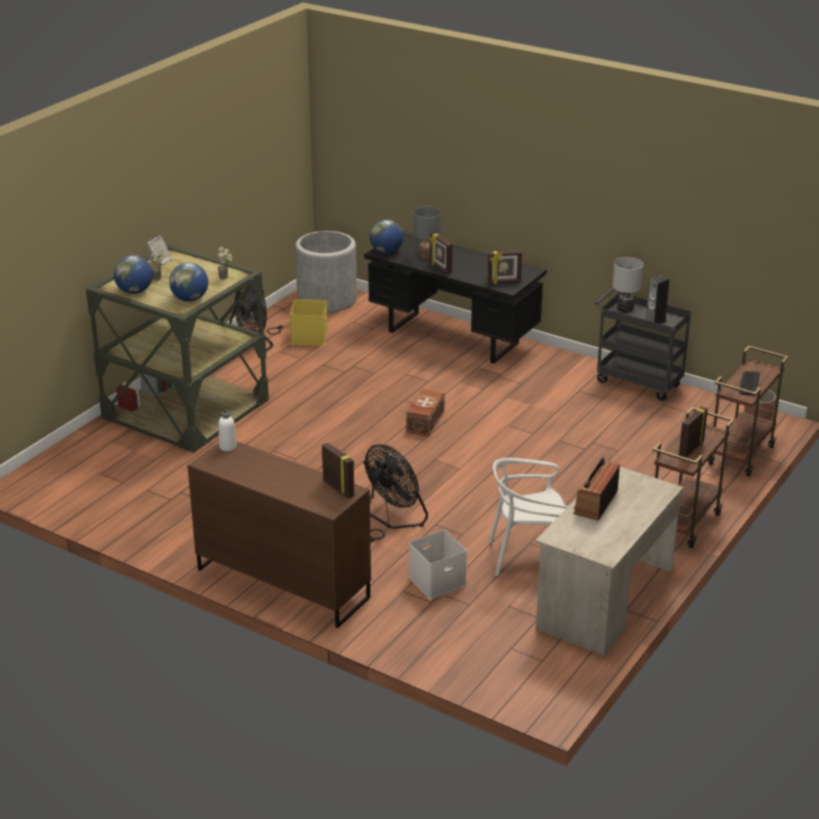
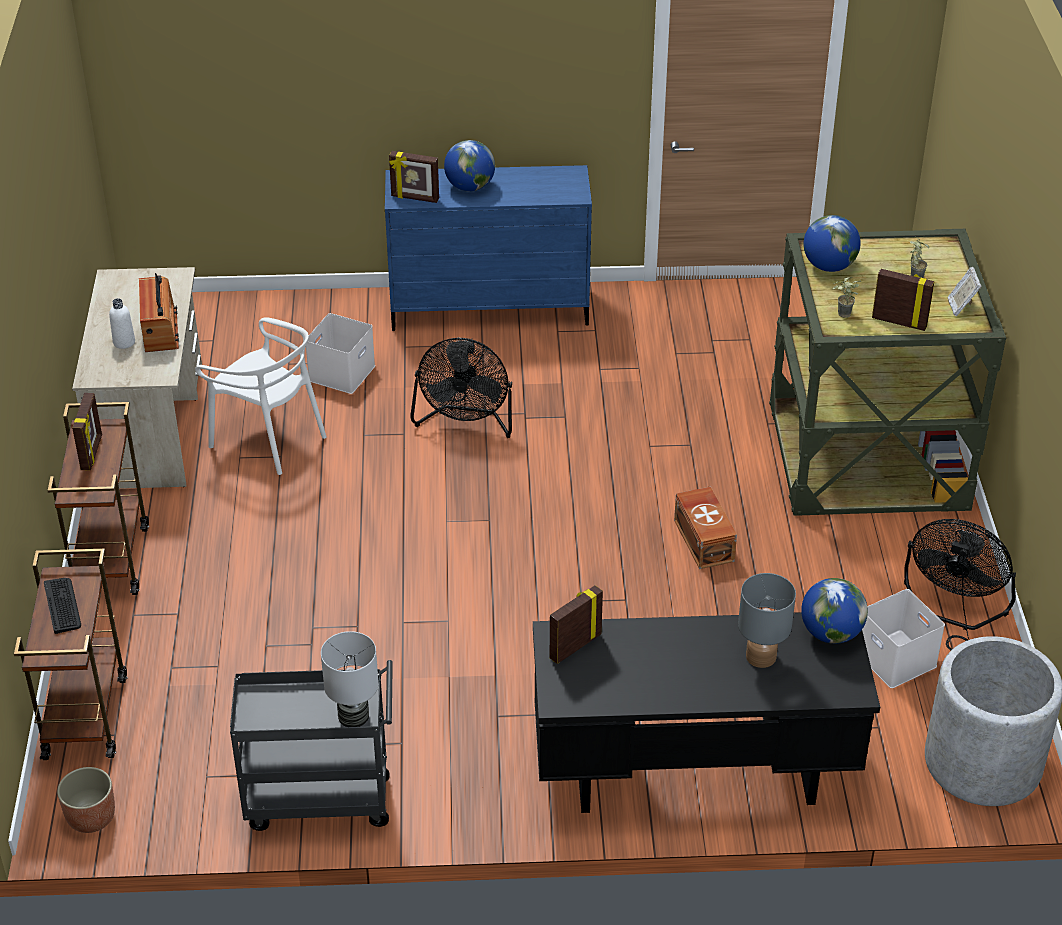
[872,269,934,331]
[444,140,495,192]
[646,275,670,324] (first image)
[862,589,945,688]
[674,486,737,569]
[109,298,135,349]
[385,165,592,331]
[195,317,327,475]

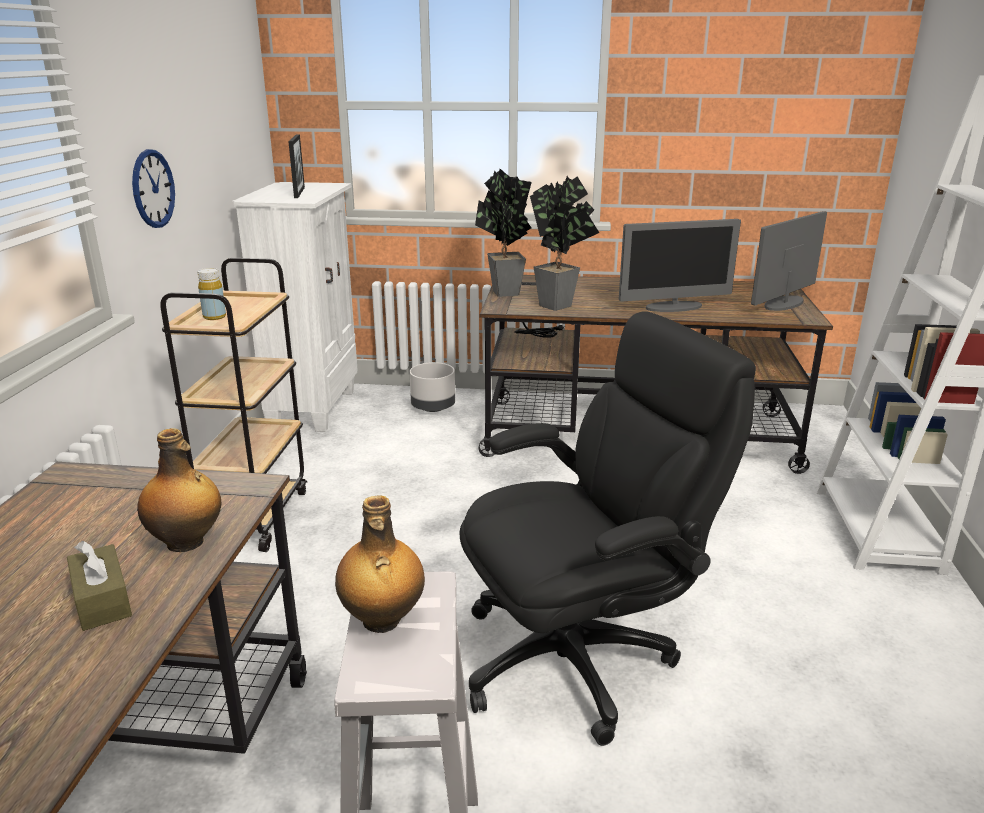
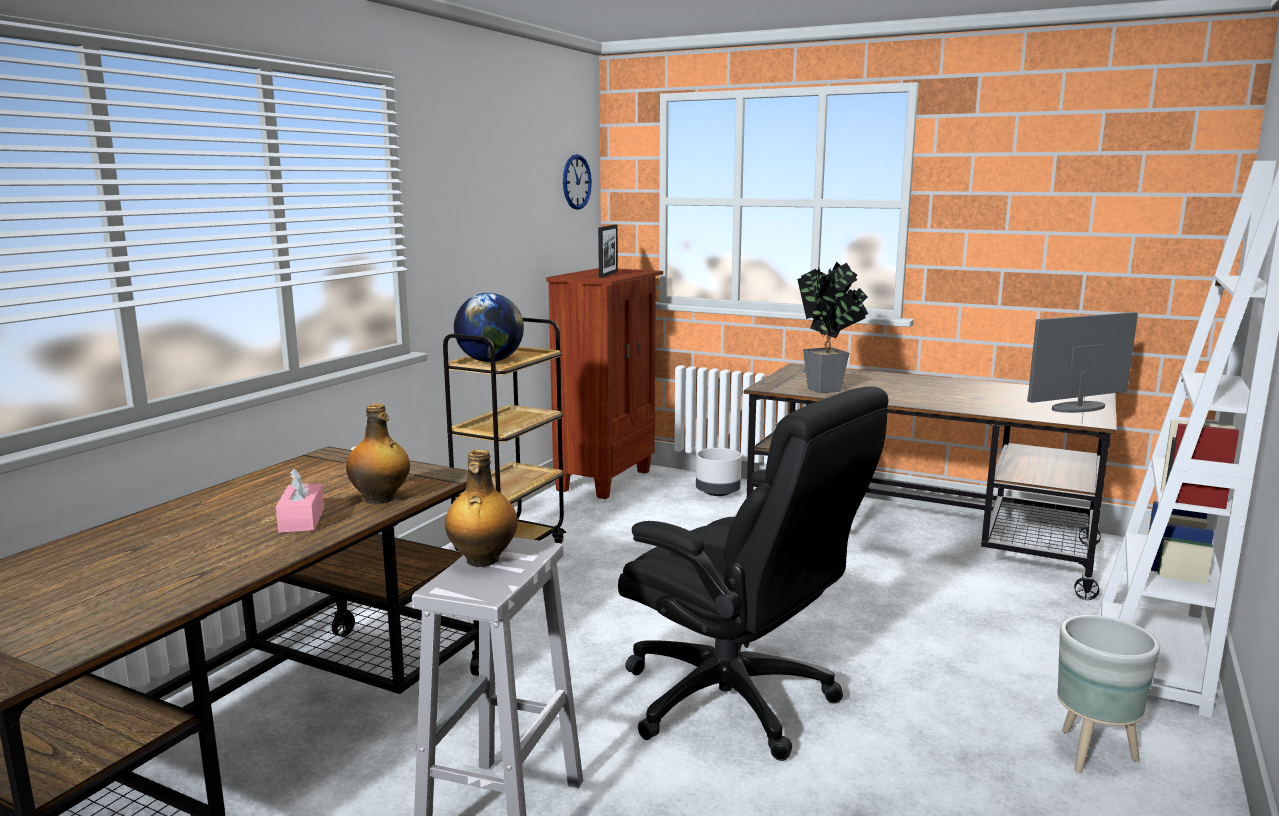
[563,154,592,210]
[475,169,532,297] (first image)
[546,268,663,499]
[619,219,741,312] (first image)
[454,293,524,362]
[618,386,888,761]
[276,469,324,533]
[1057,615,1160,773]

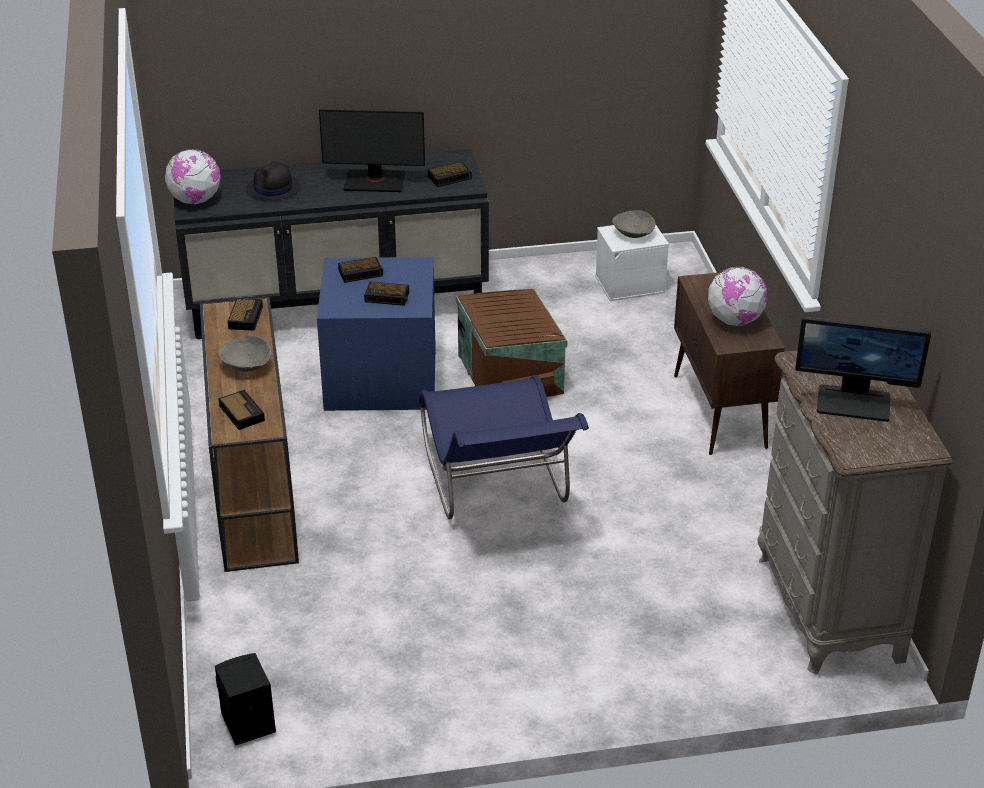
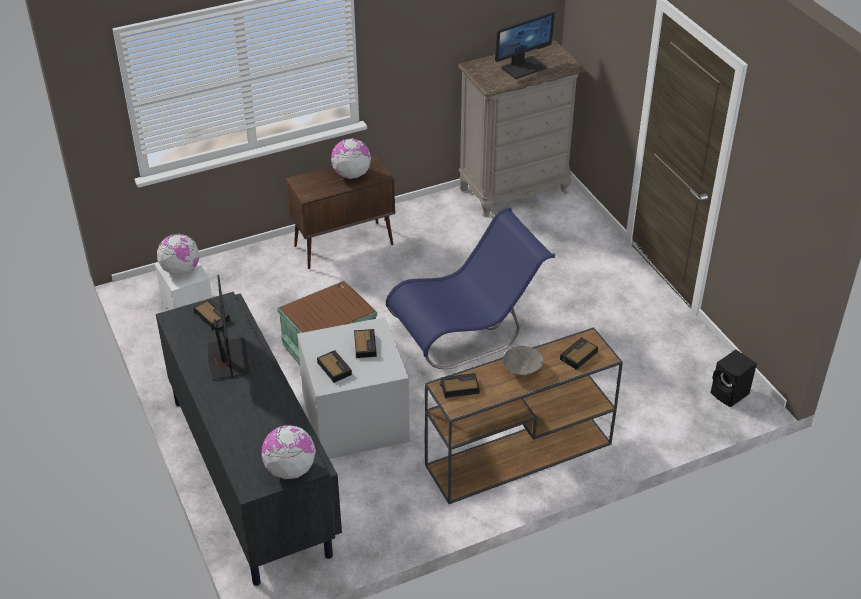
[246,162,300,200] (first image)
[157,234,199,275]
[297,317,410,459]
[495,11,555,79]

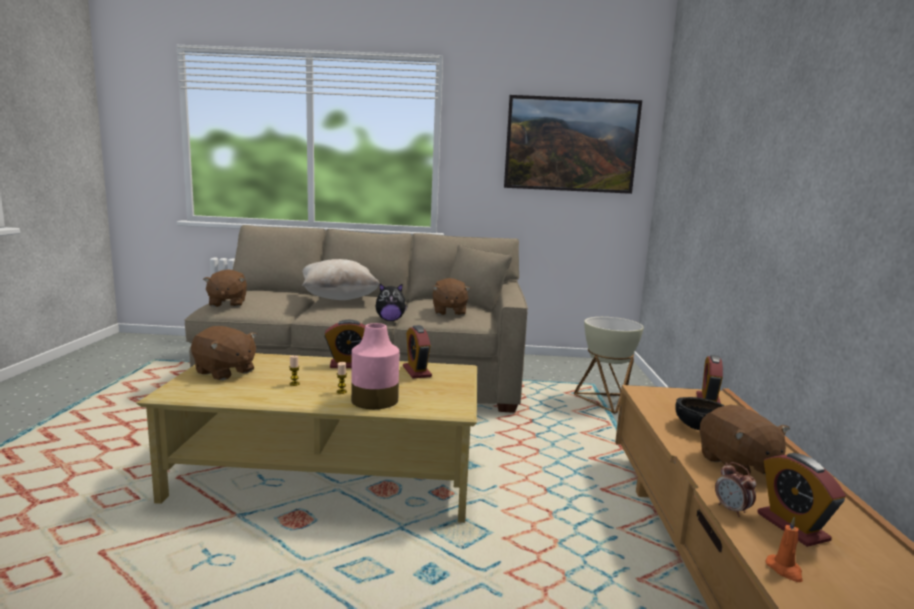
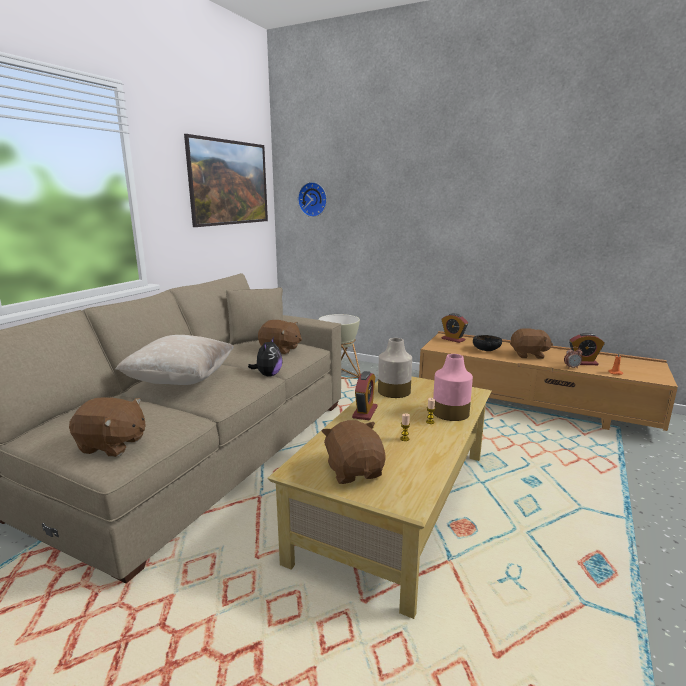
[378,338,412,398]
[322,420,386,484]
[298,182,327,217]

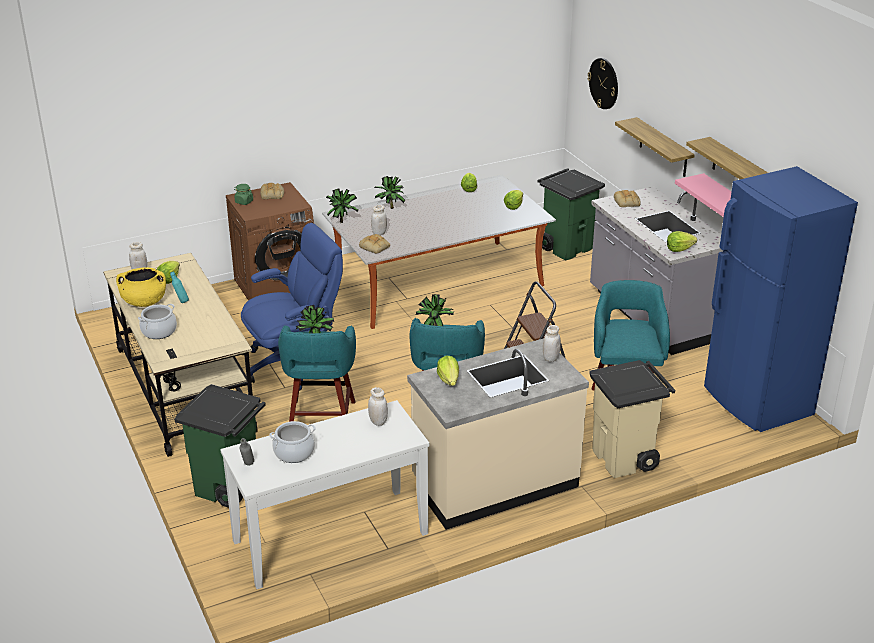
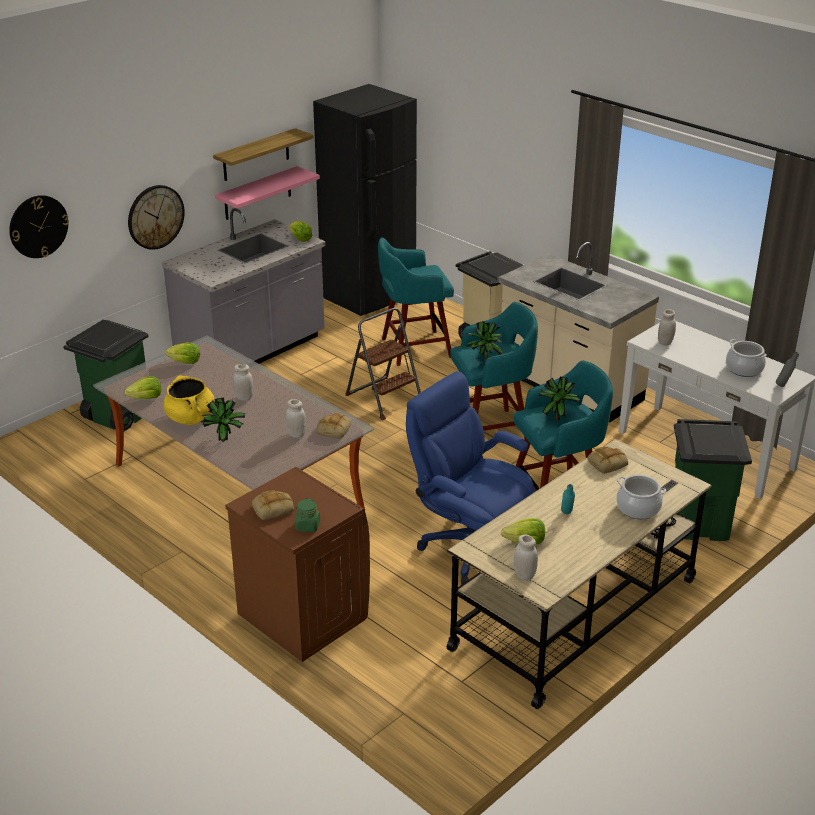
[128,185,185,250]
[313,84,417,316]
[326,188,358,223] (first image)
[588,447,628,474]
[163,375,215,425]
[233,364,253,401]
[437,355,459,386] (first image)

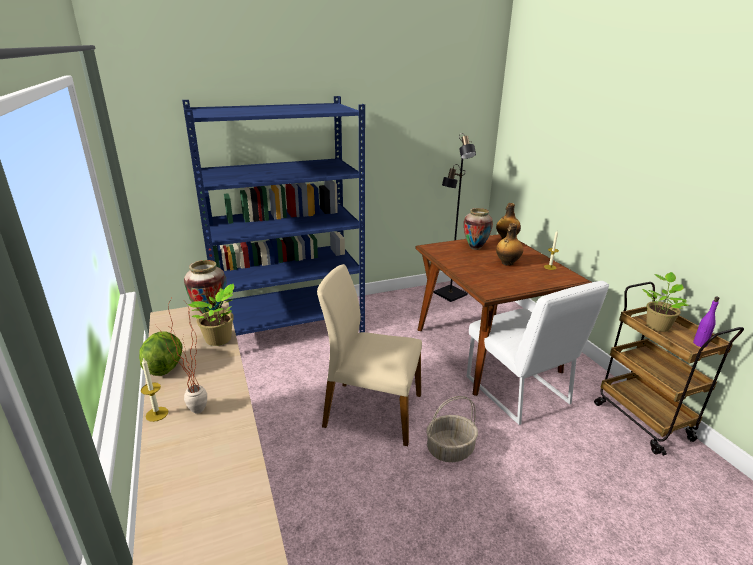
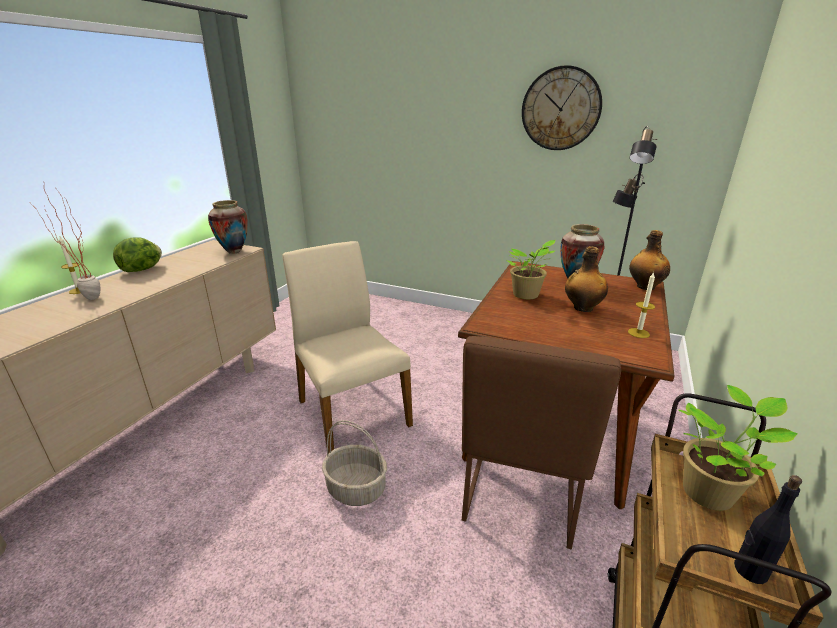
[182,96,365,336] (first image)
[462,336,621,550]
[506,240,555,299]
[734,475,802,584]
[522,65,602,150]

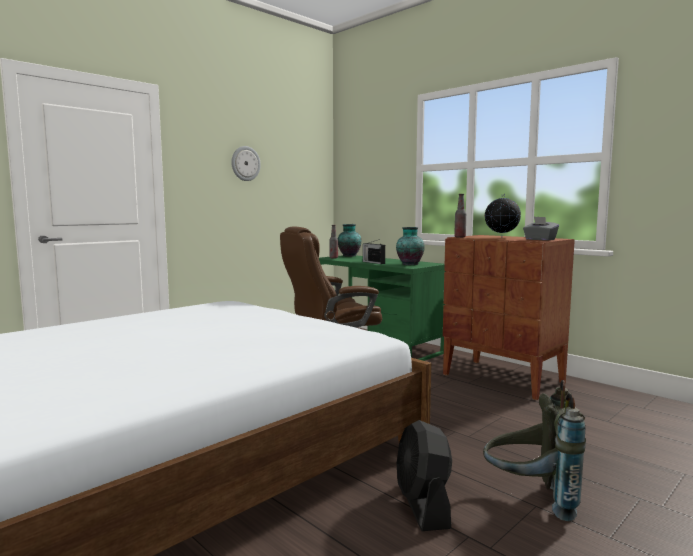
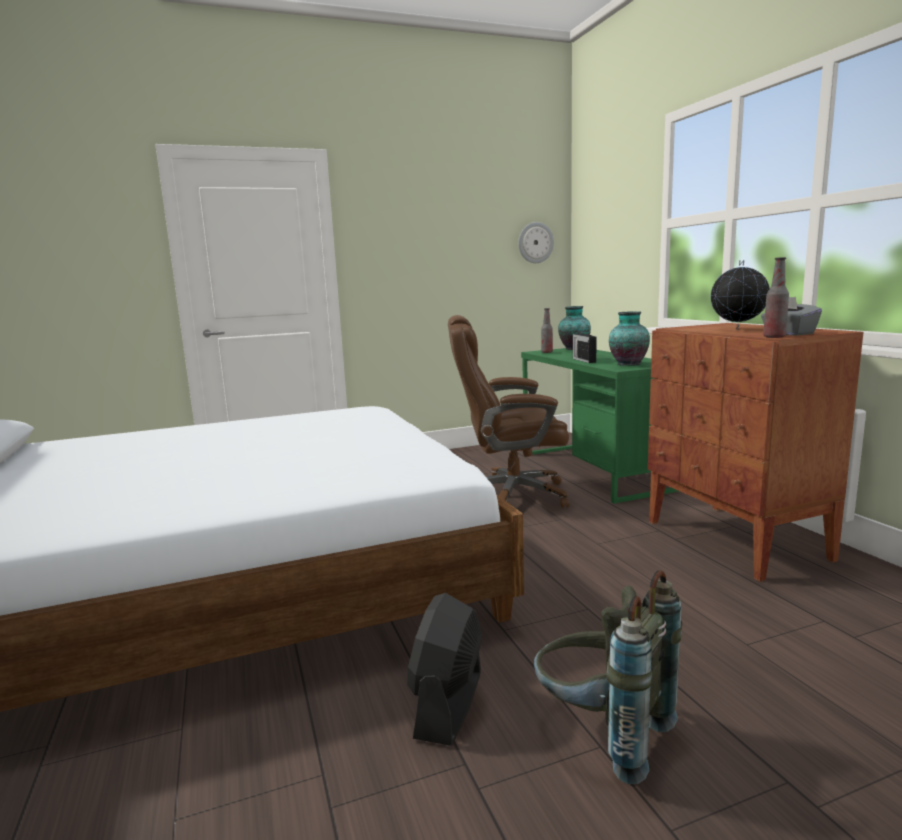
[518,222,554,263]
[763,257,789,338]

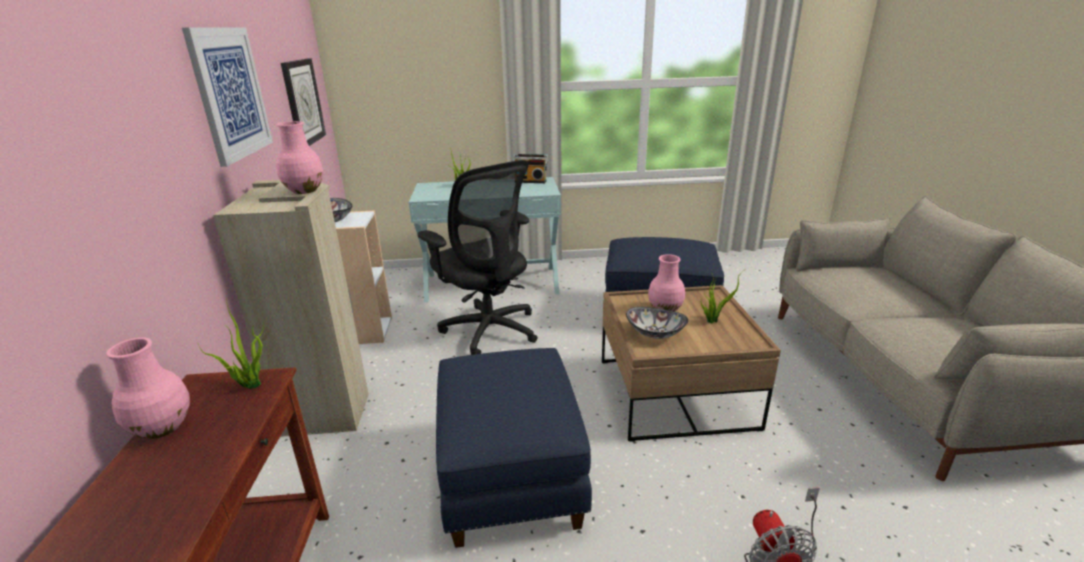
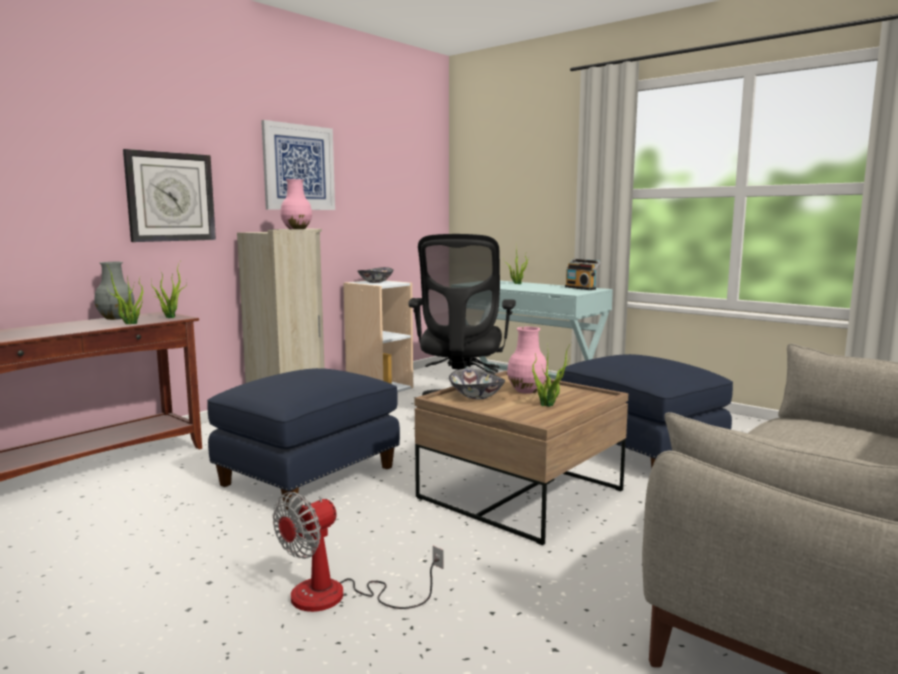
[123,149,216,242]
[94,262,135,320]
[106,265,143,324]

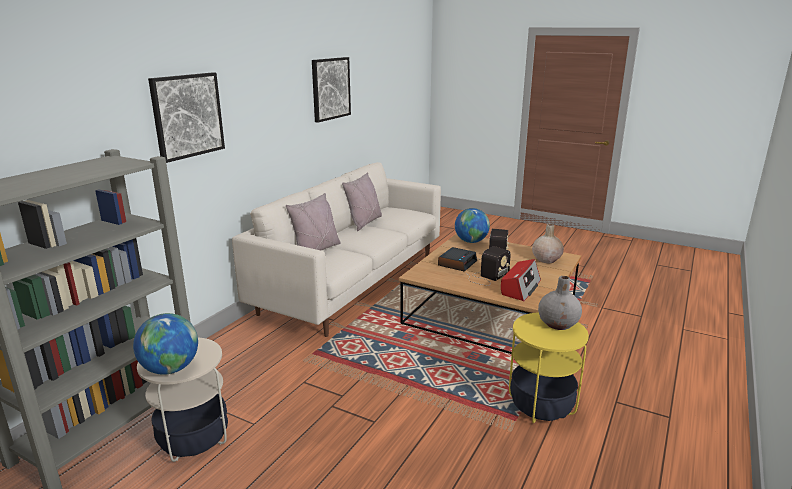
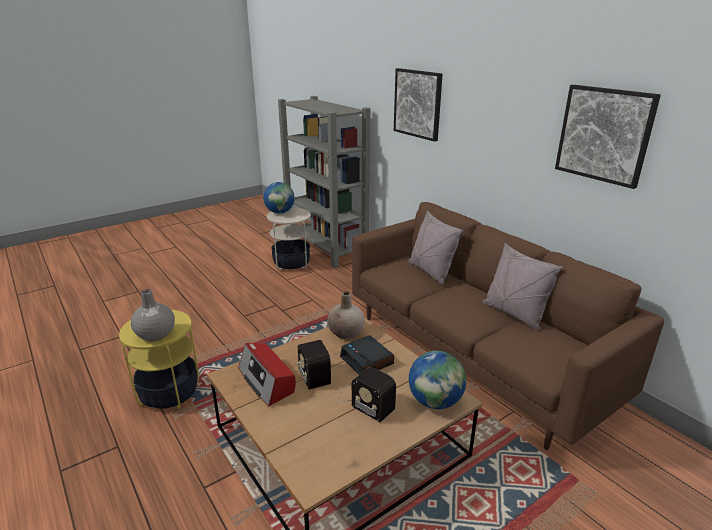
[352,202,664,450]
[327,291,365,339]

